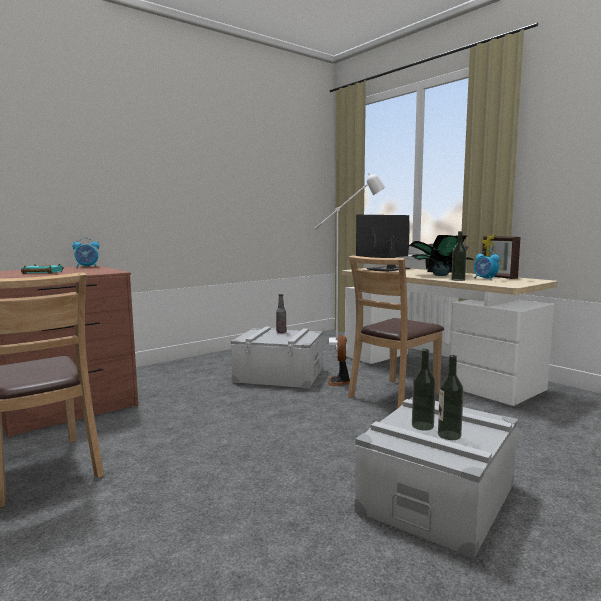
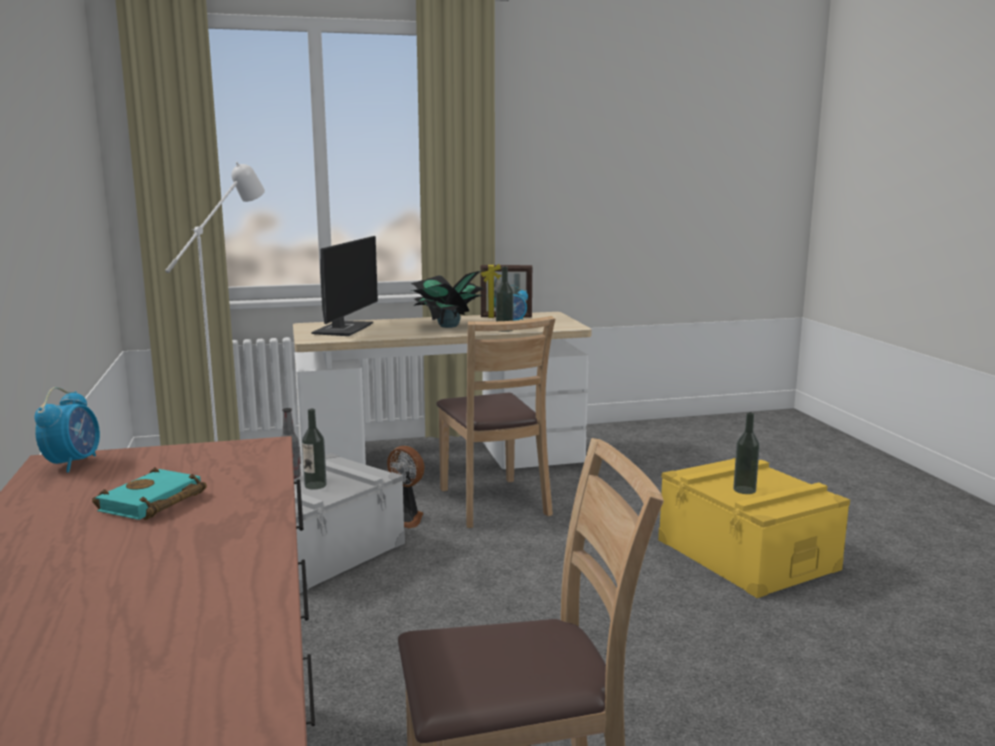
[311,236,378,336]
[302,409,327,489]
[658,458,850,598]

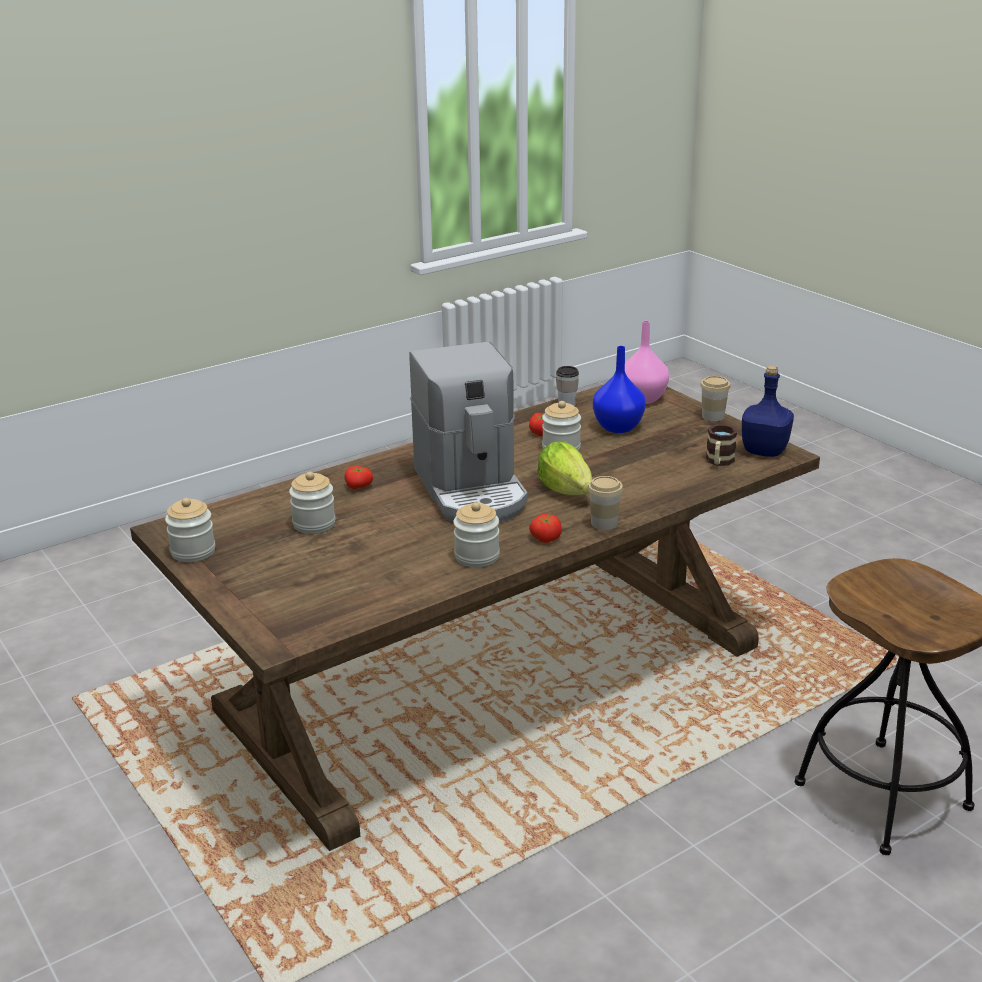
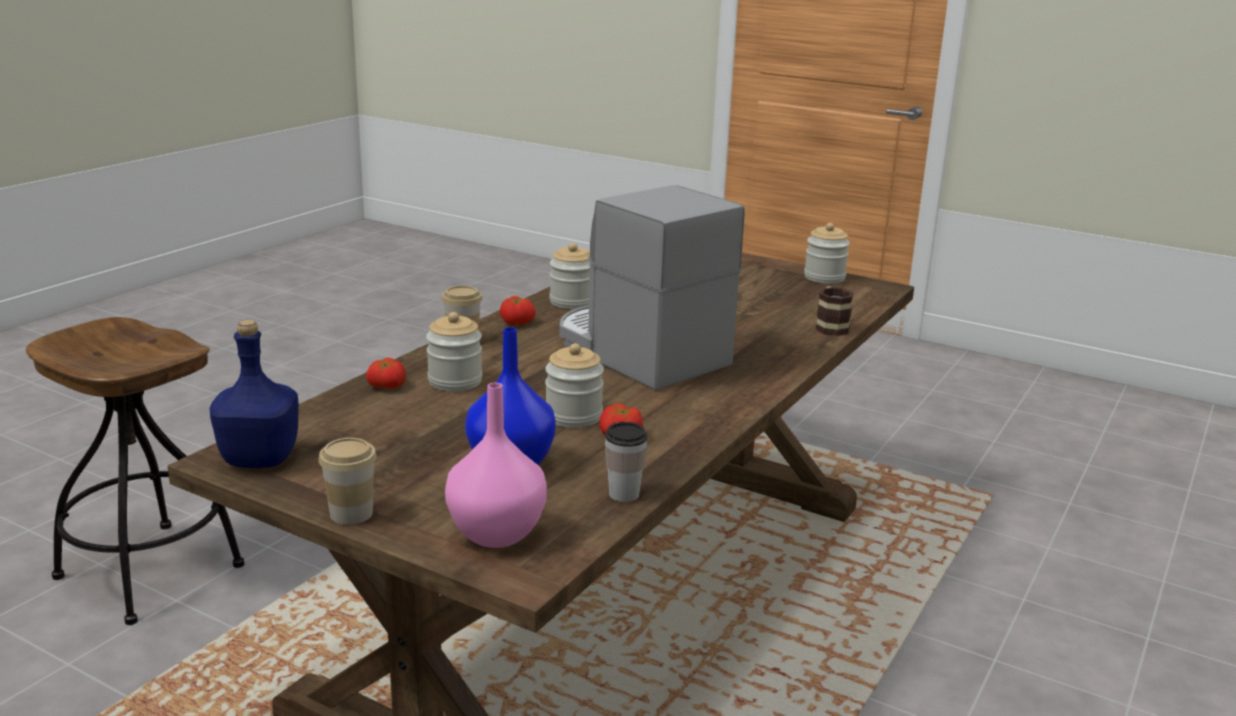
[815,286,854,336]
[537,442,593,495] (first image)
[366,358,406,389]
[426,312,482,391]

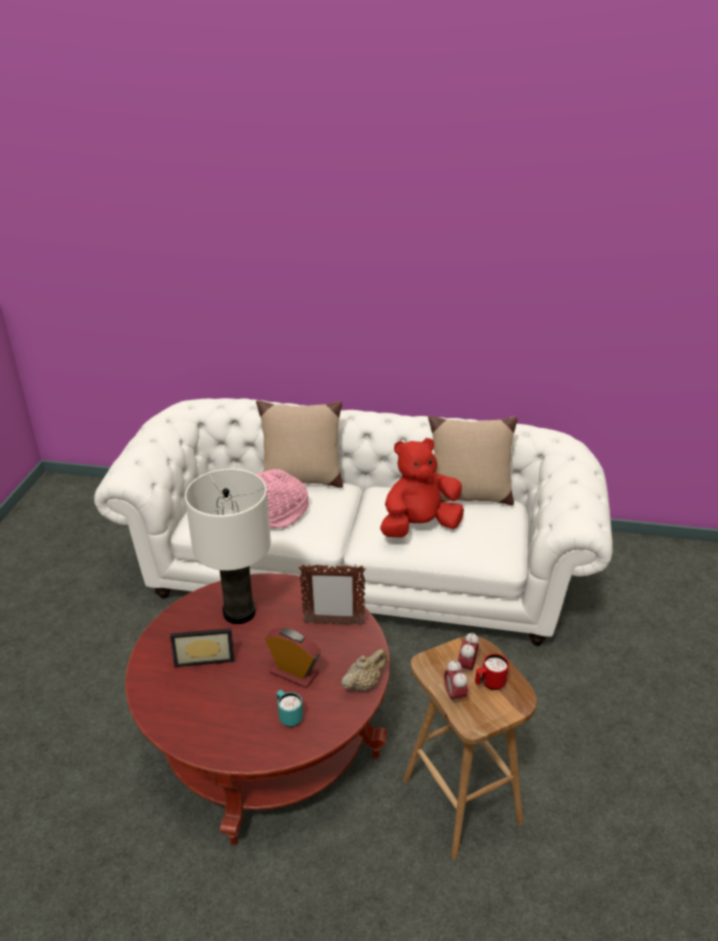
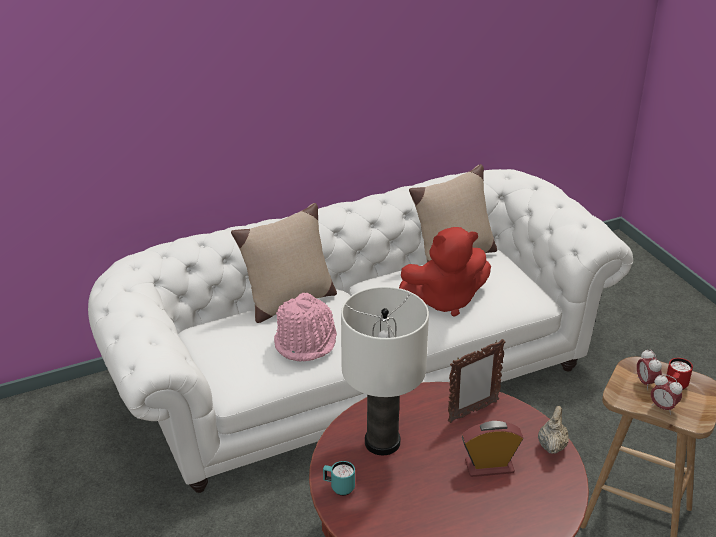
[399,227,491,317]
[170,628,235,667] (first image)
[323,461,355,496]

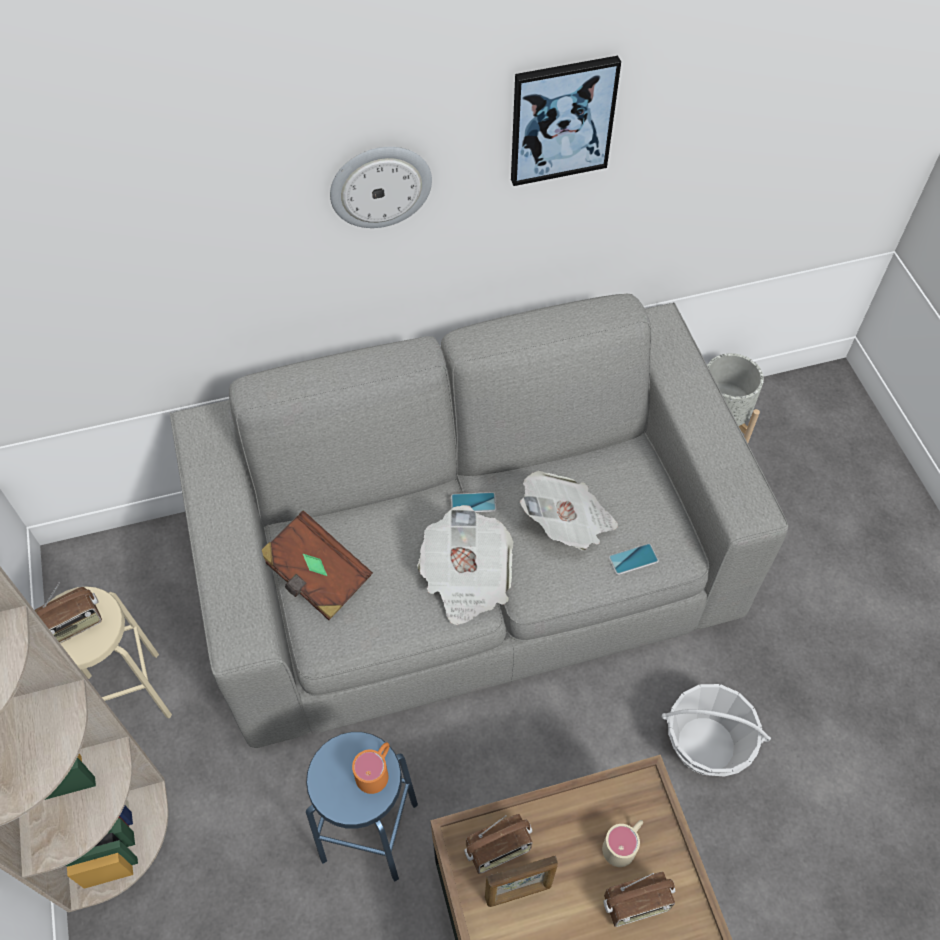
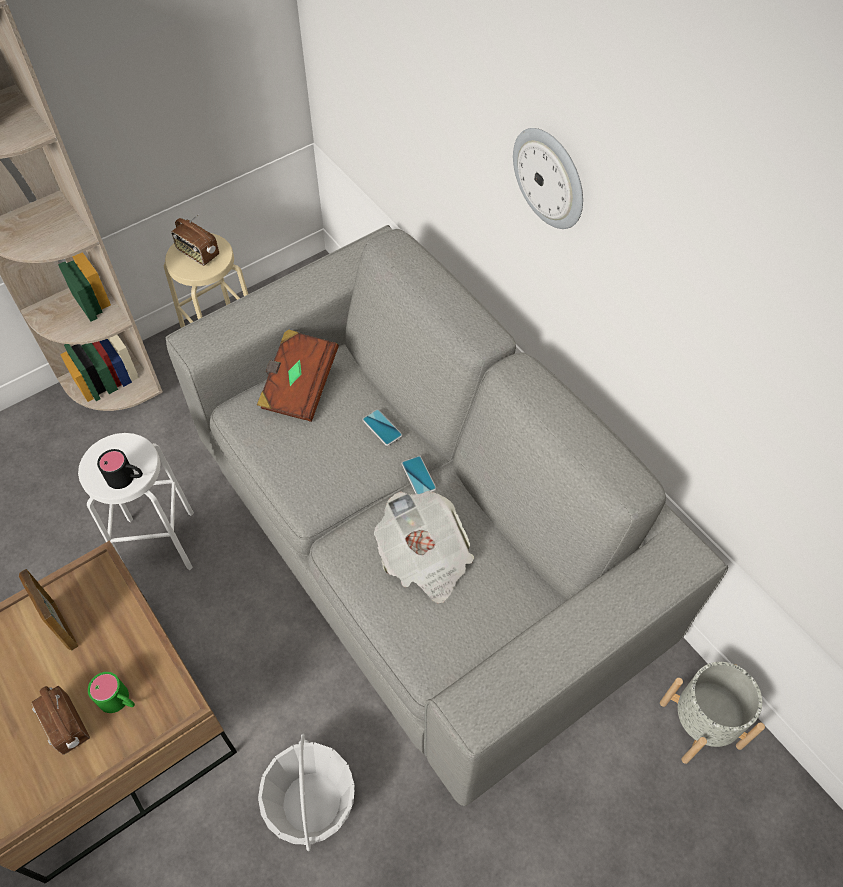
[511,56,621,186] (first image)
[417,505,513,625] (first image)
[362,409,402,446]
[78,433,194,570]
[97,449,143,489]
[464,814,533,873] (first image)
[88,672,135,713]

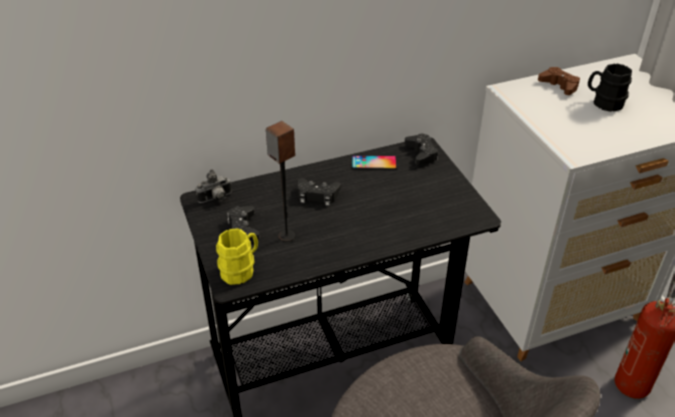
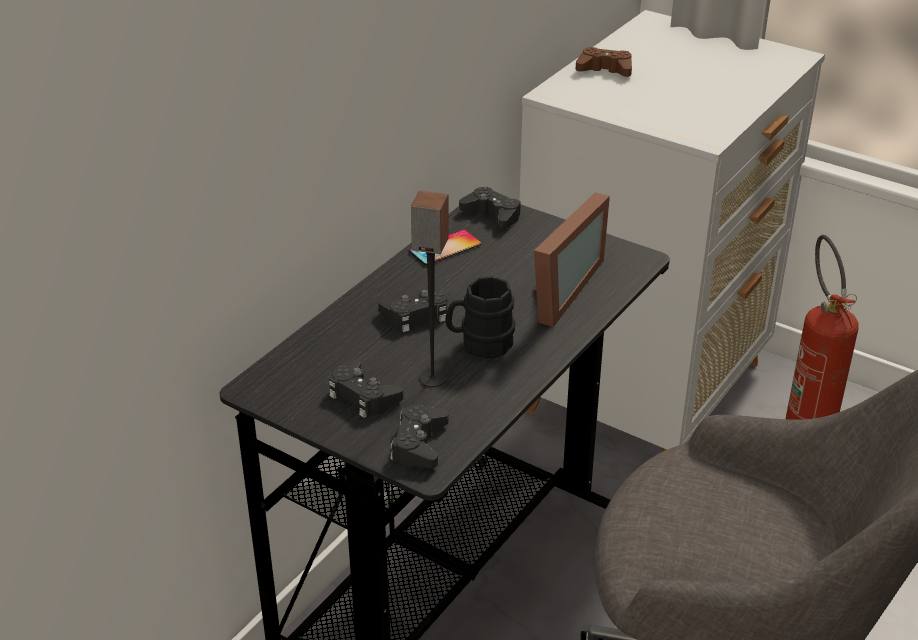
[445,276,515,359]
[195,169,232,203] (first image)
[390,405,449,468]
[533,192,610,327]

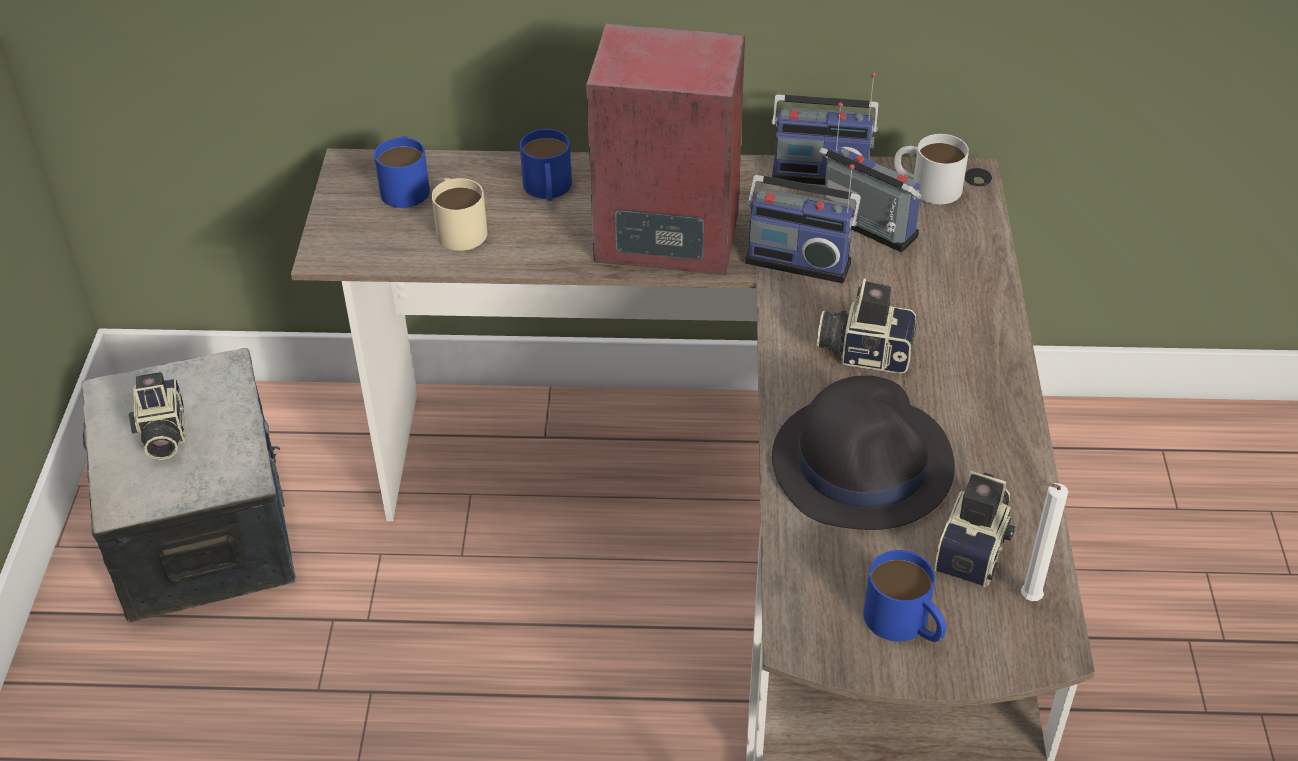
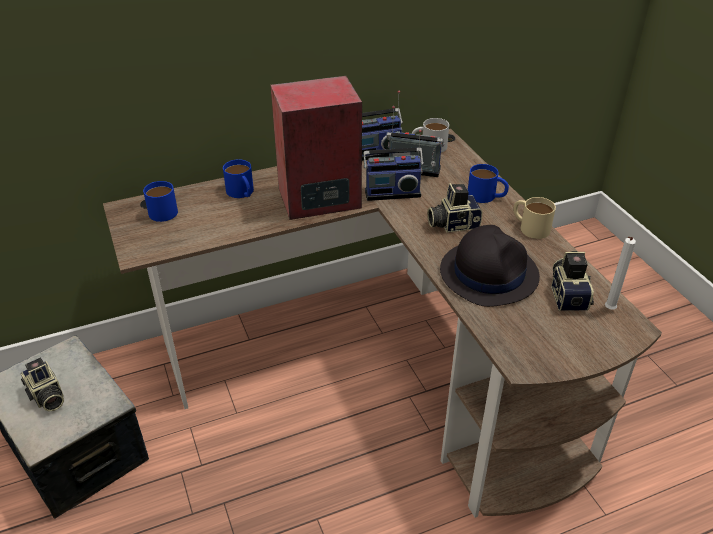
[513,197,556,239]
[468,164,509,203]

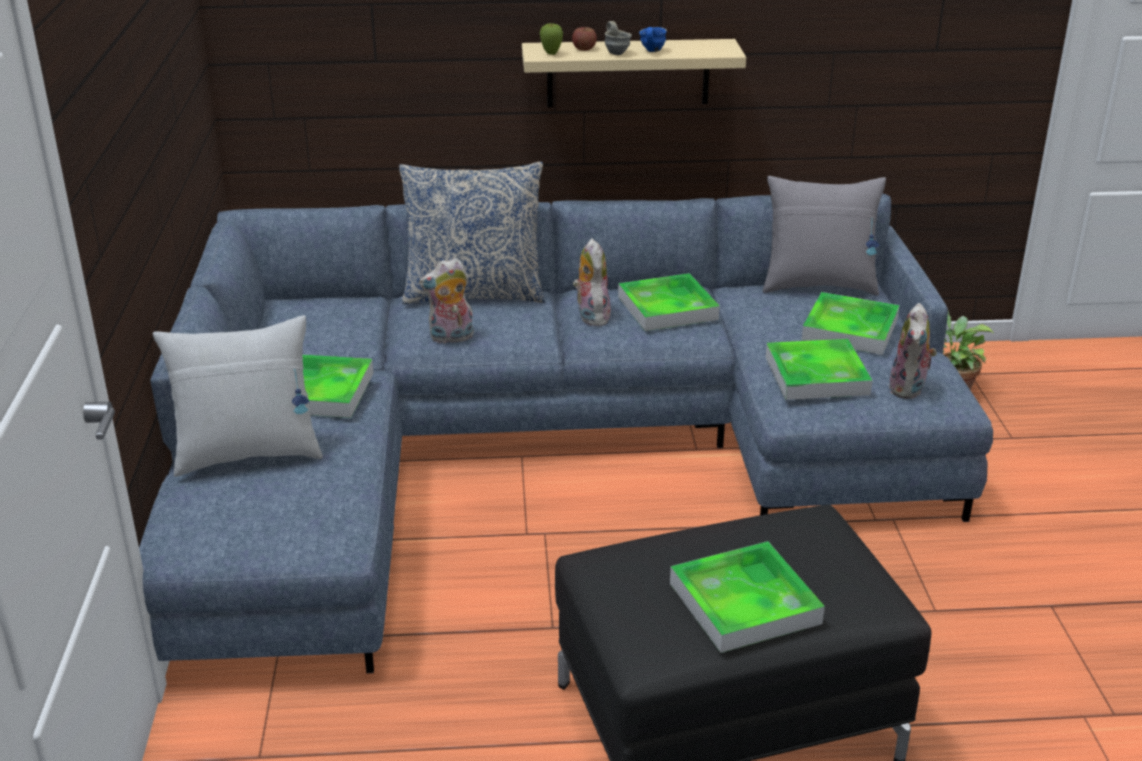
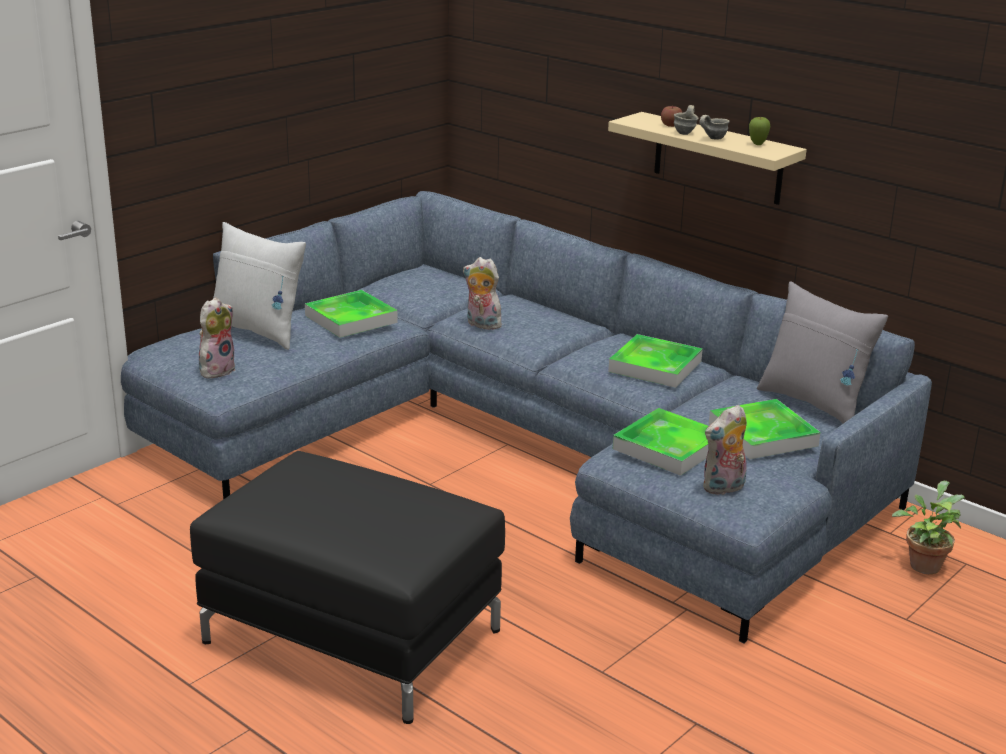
[749,117,770,145]
[700,115,730,139]
[399,162,545,305] (first image)
[199,297,235,378]
[670,541,825,653] (first image)

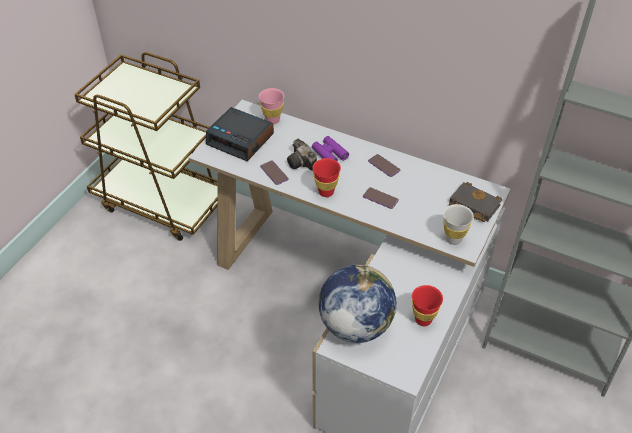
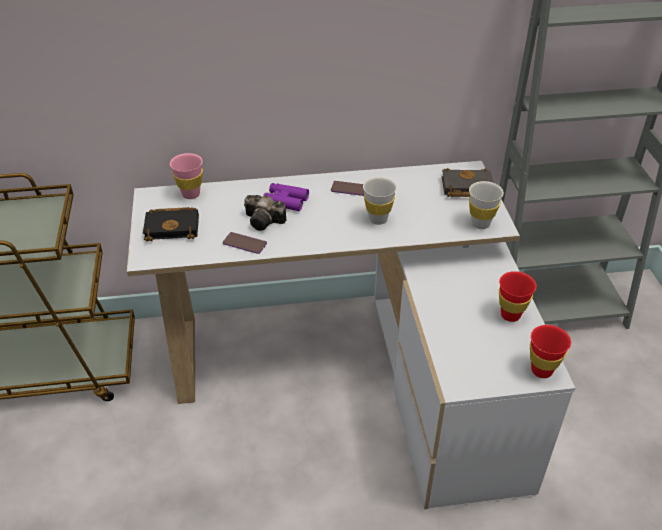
[143,207,199,242]
[530,325,571,378]
[363,177,397,225]
[319,265,396,343] (first image)

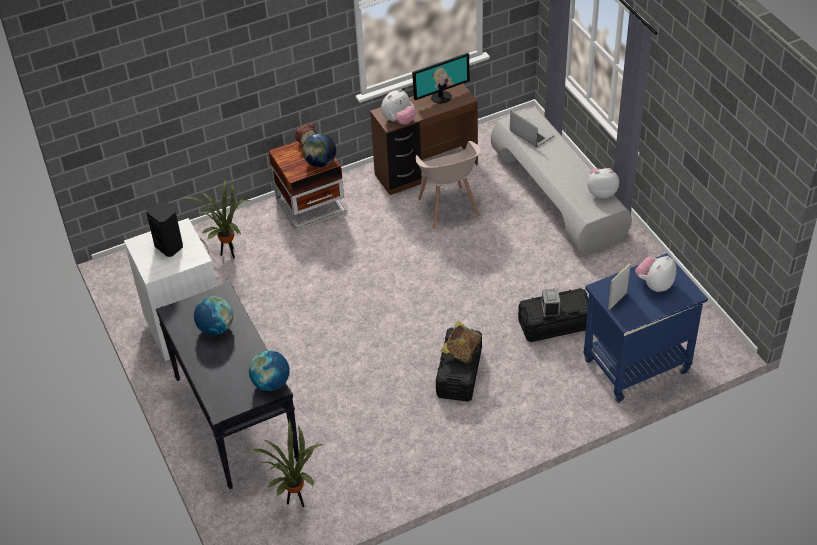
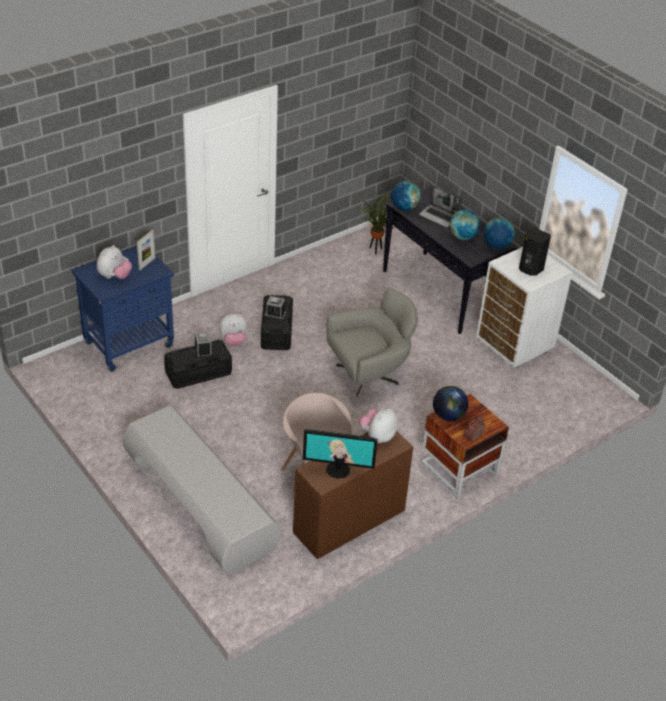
[303,430,378,478]
[419,186,462,227]
[219,314,247,346]
[182,179,250,259] (first image)
[265,296,286,320]
[484,218,515,249]
[326,288,418,397]

